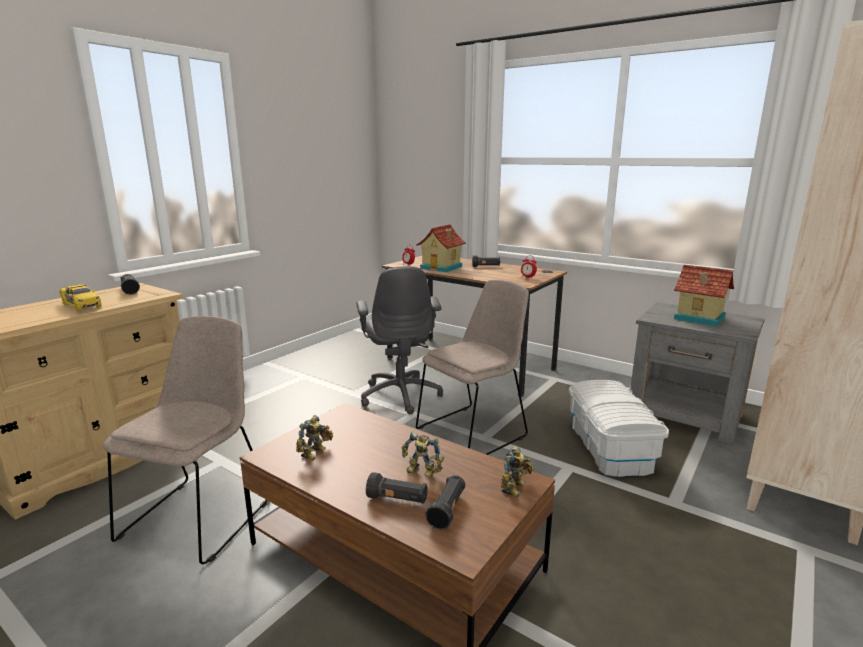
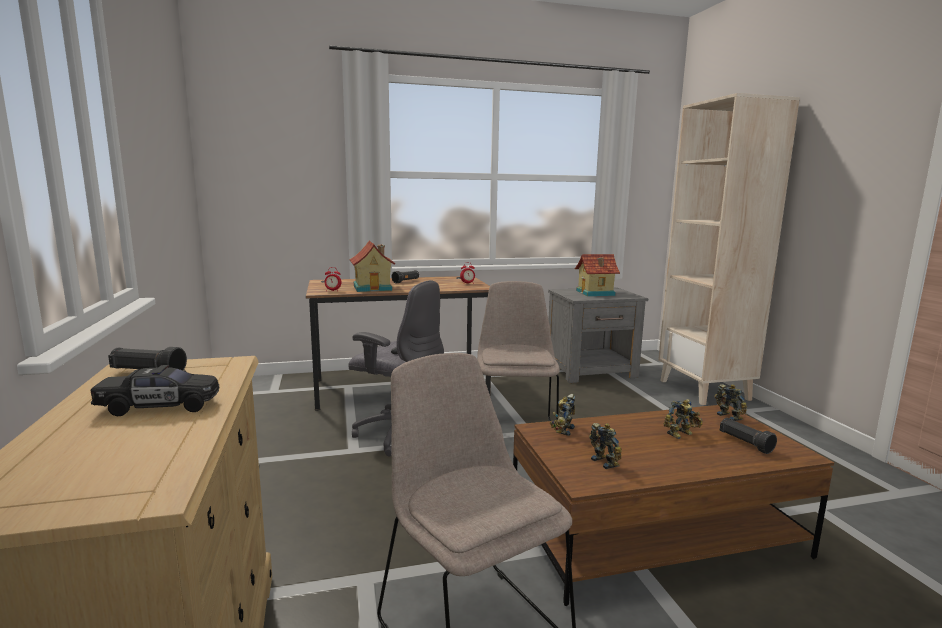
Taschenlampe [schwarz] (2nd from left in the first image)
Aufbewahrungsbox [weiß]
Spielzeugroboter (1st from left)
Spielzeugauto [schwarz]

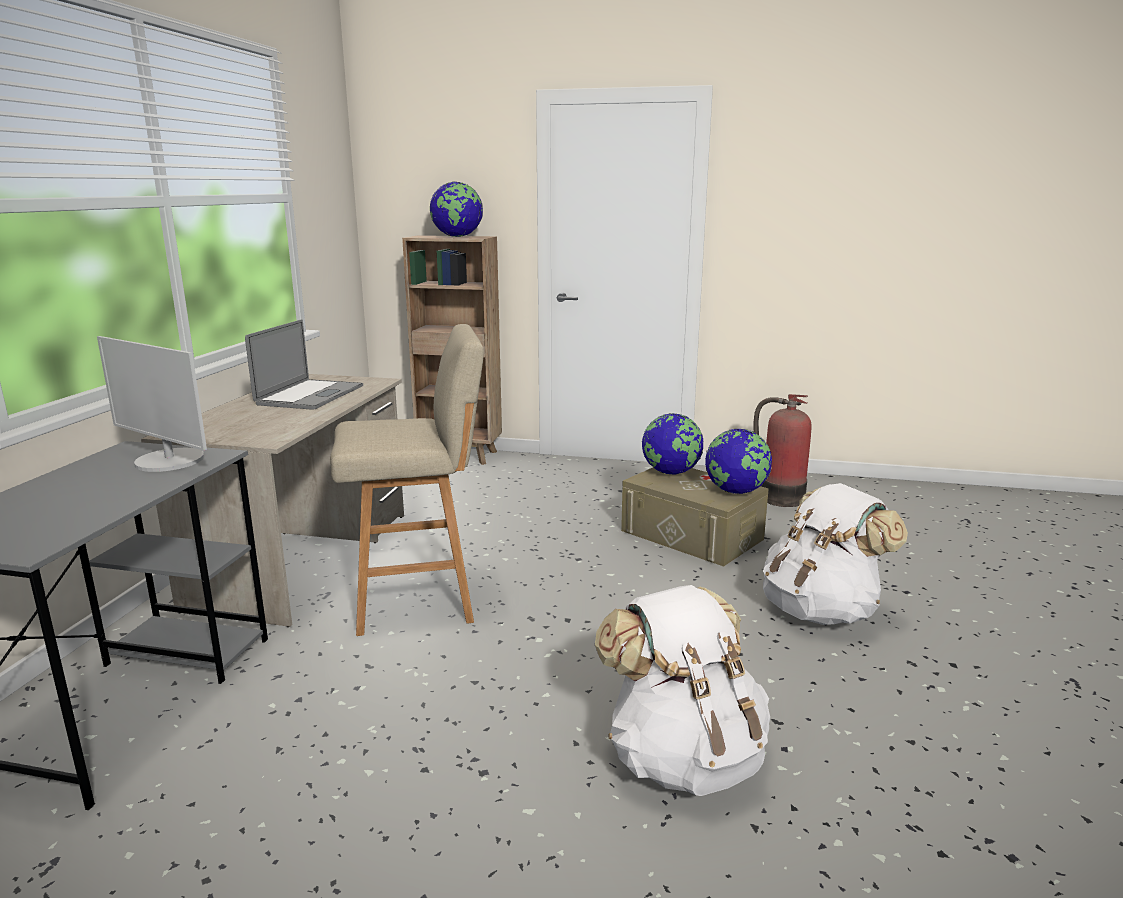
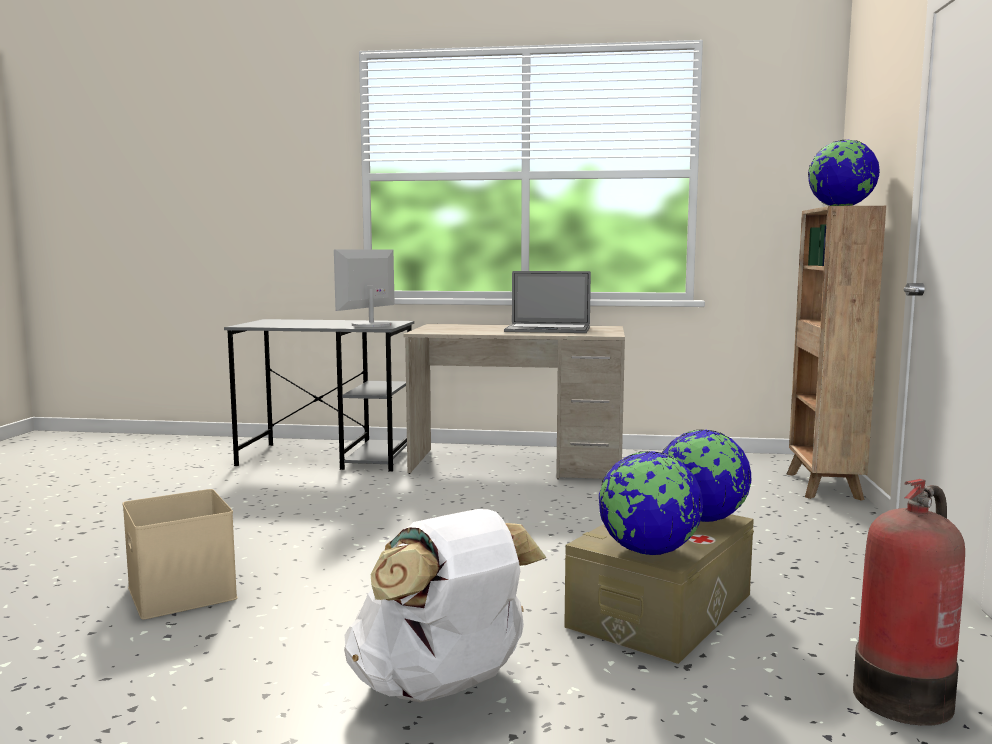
Hocker [beige]
Aufbewahrungsbox [beige] (1st from left)

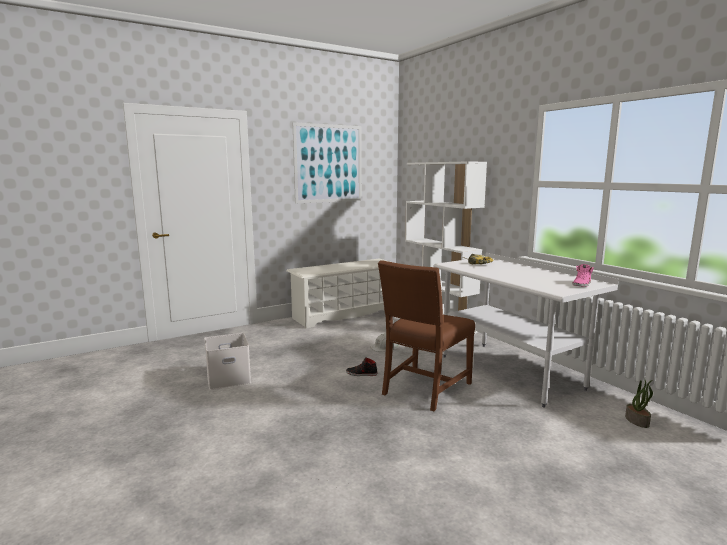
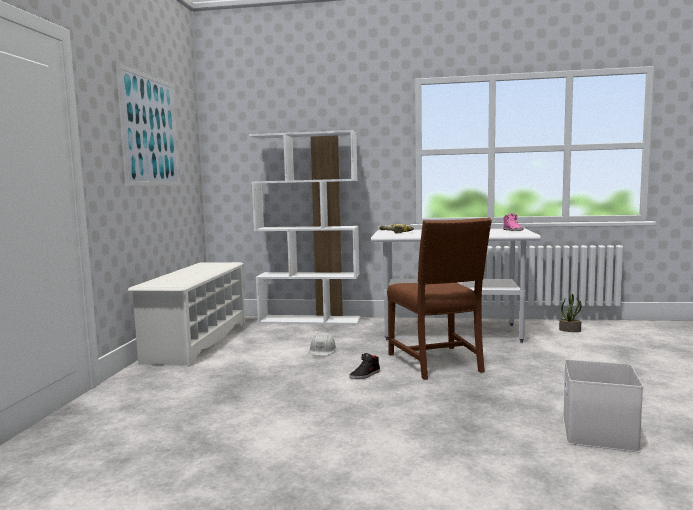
Aufbewahrungsbox [weiß]

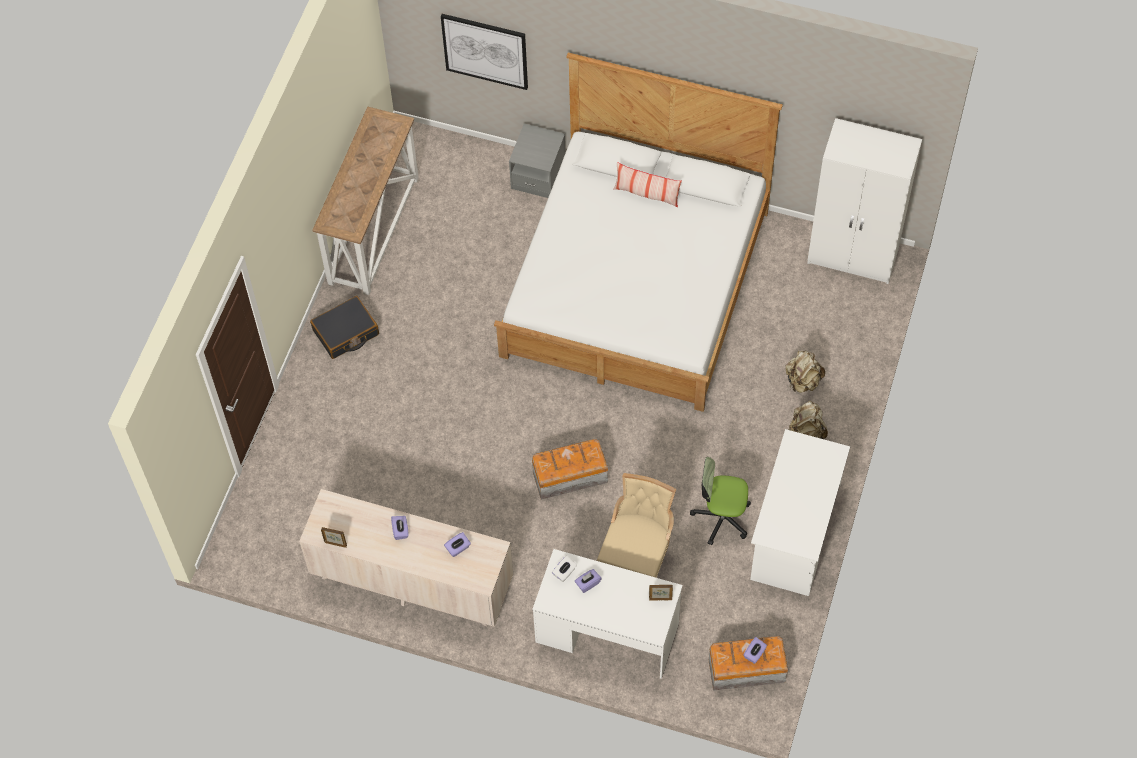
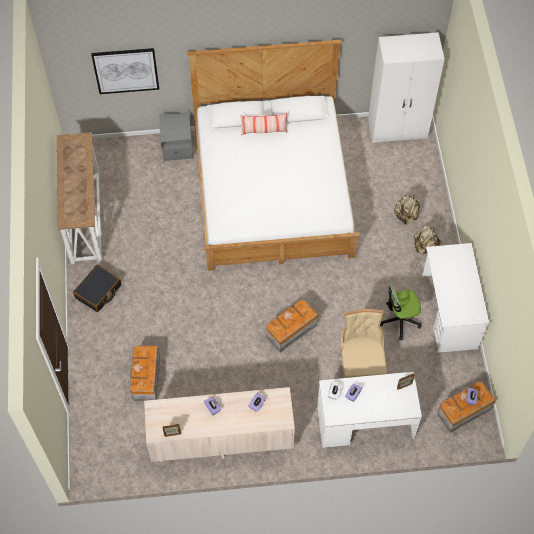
Aufbewahrungsbox (1st from left)

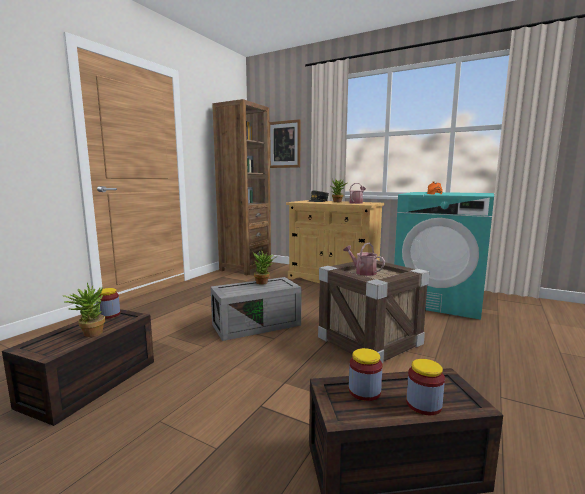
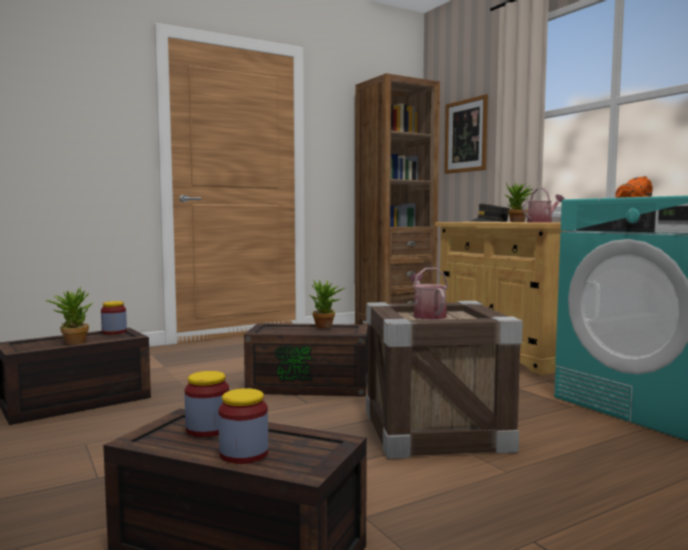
Aufbewahrungsbox [braun] (3rd from left)

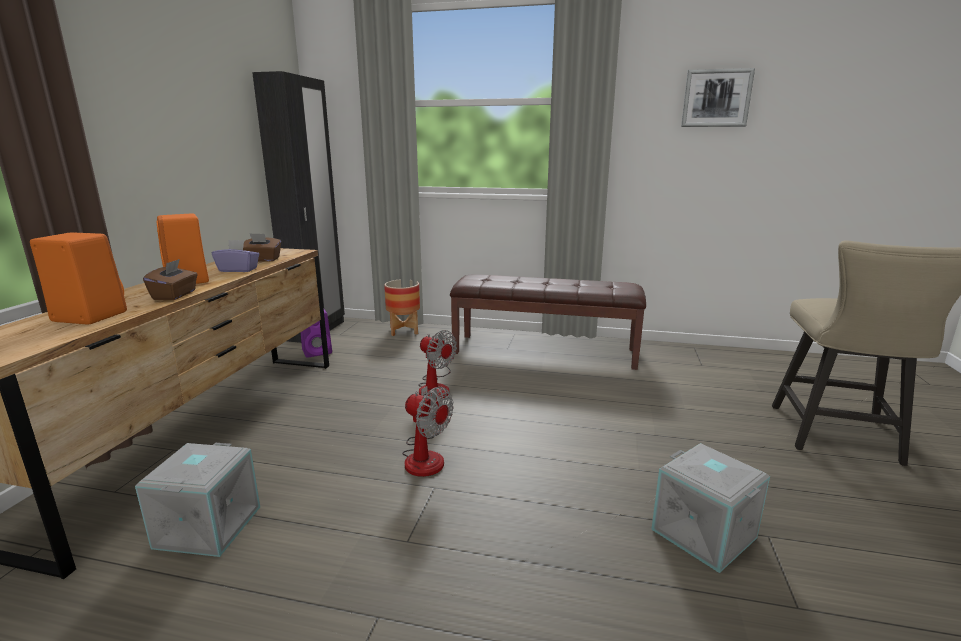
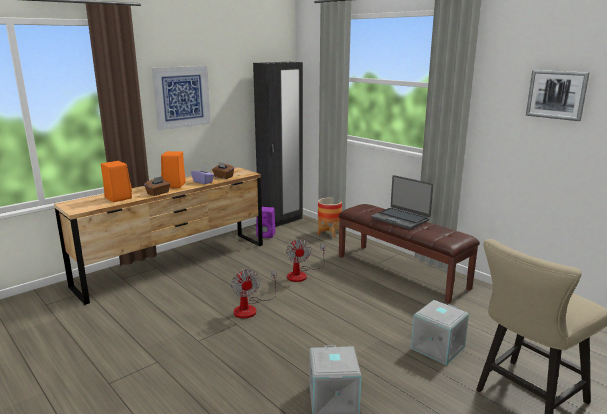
Bild (1st from left)
Laptop
Aufbewahrungsbox [grau] (2nd from left)

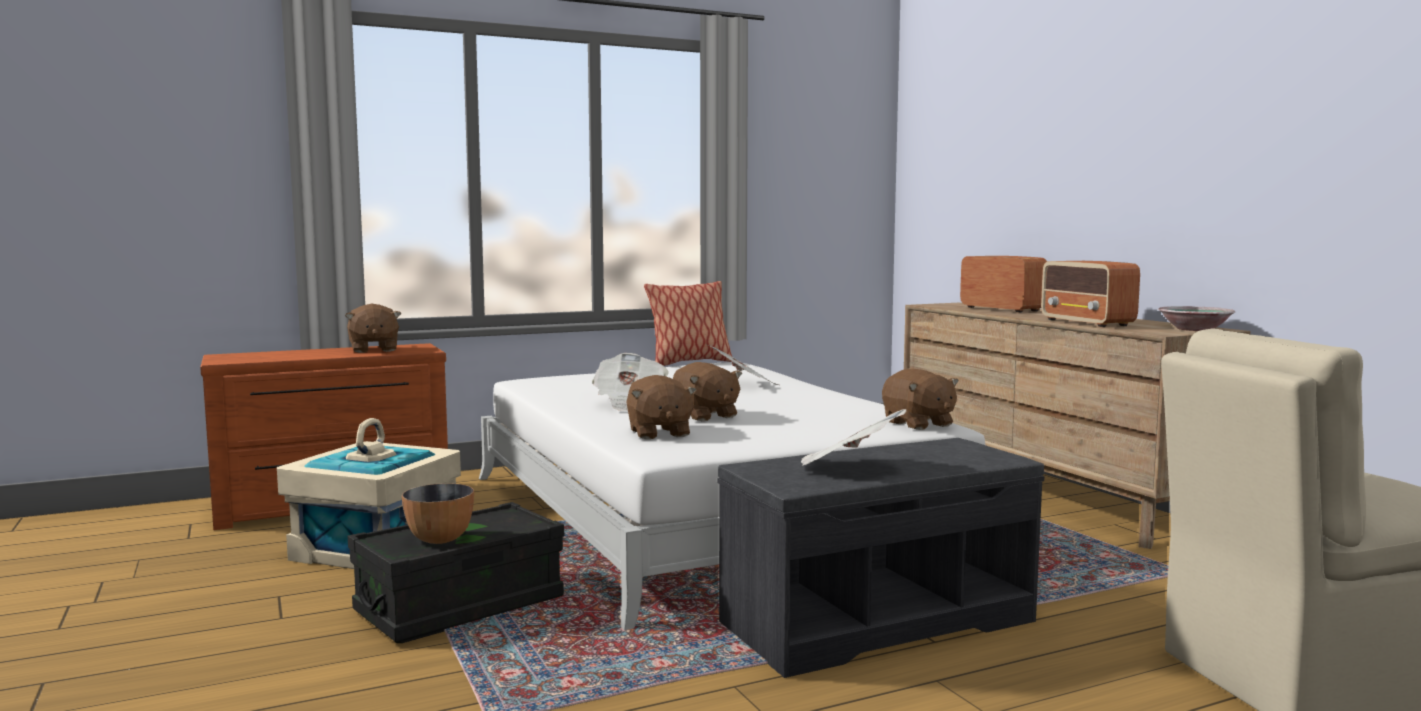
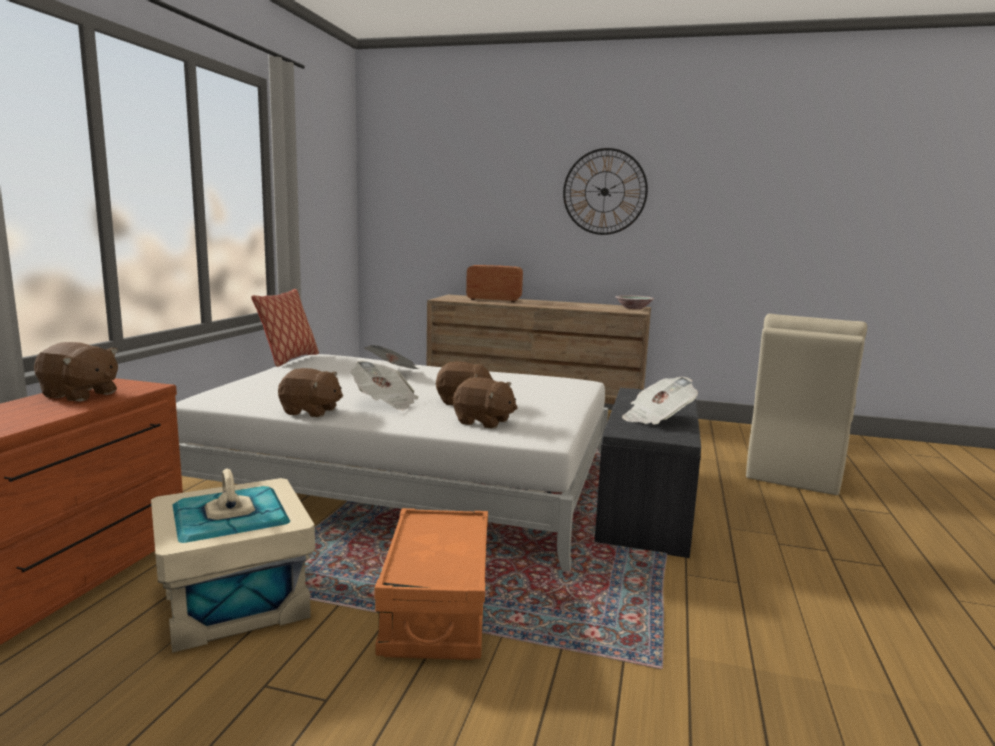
Schüssel (1st from left in the first image)
Radio (2nd from left in the first image)
Wanduhr
Plüschtier [braun] (2nd from left)
Aufbewahrungsbox [orange]

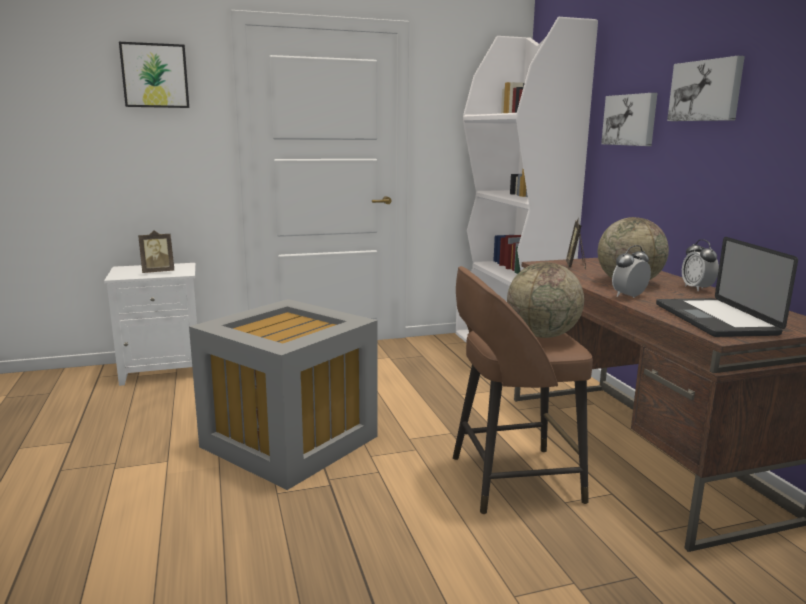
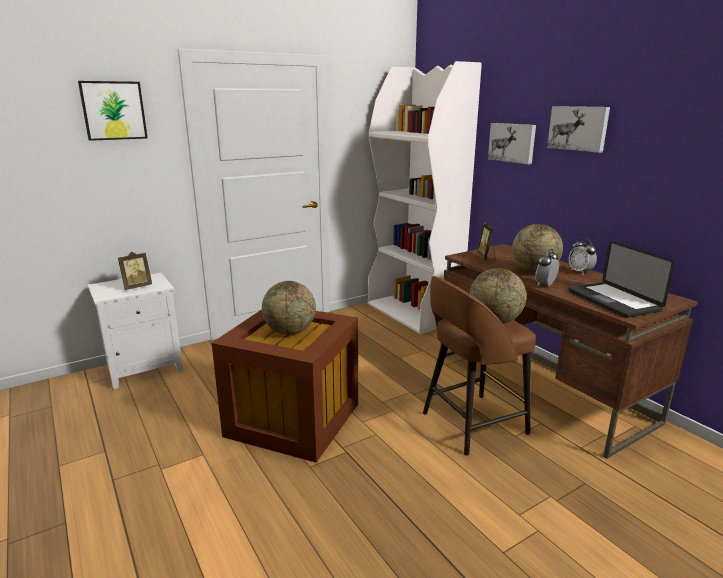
Globus (1st from left)
Aufbewahrungsbox [braun]

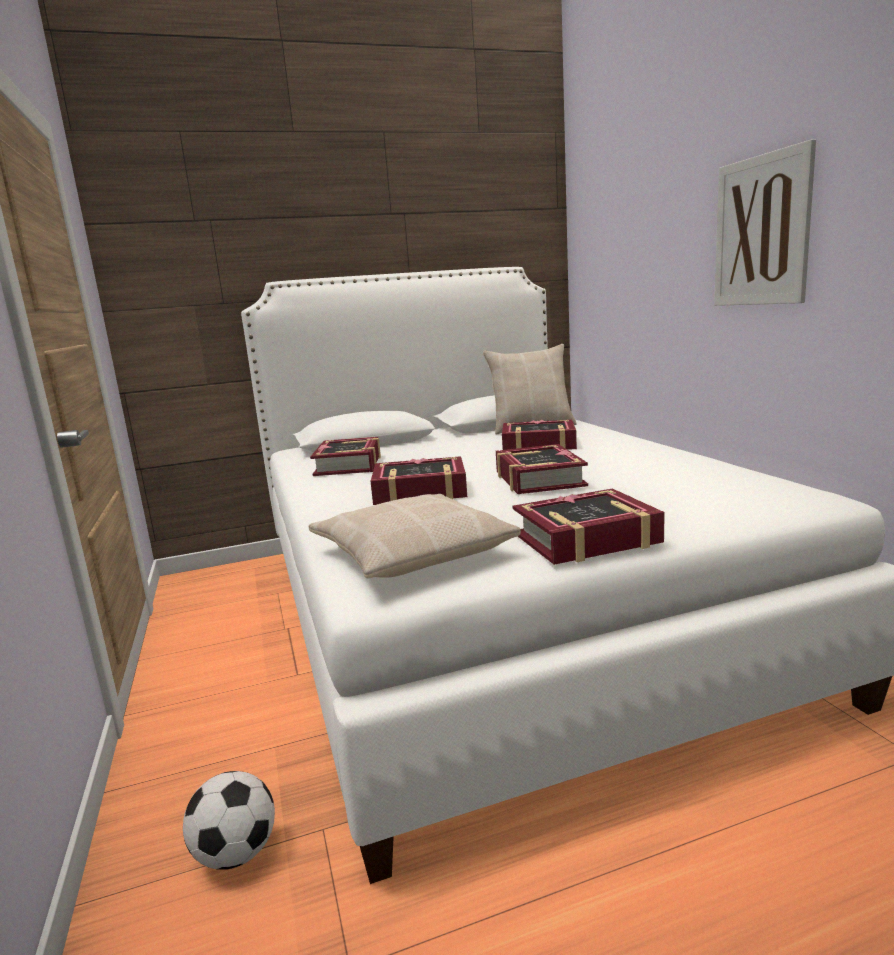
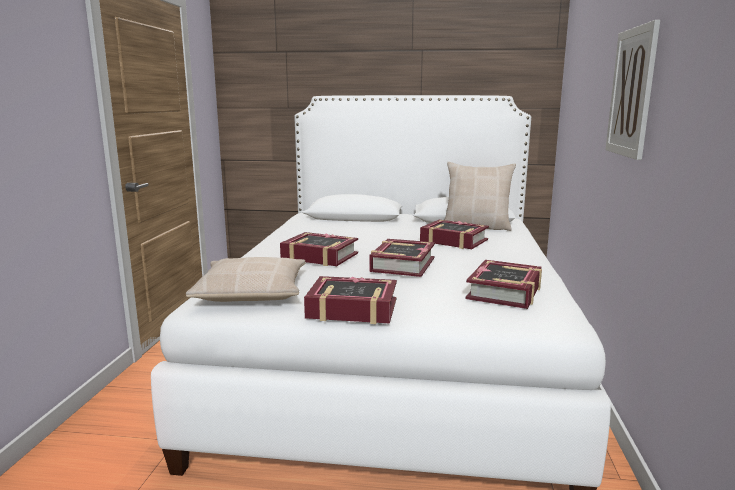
Fußball
Buch (5th from left)

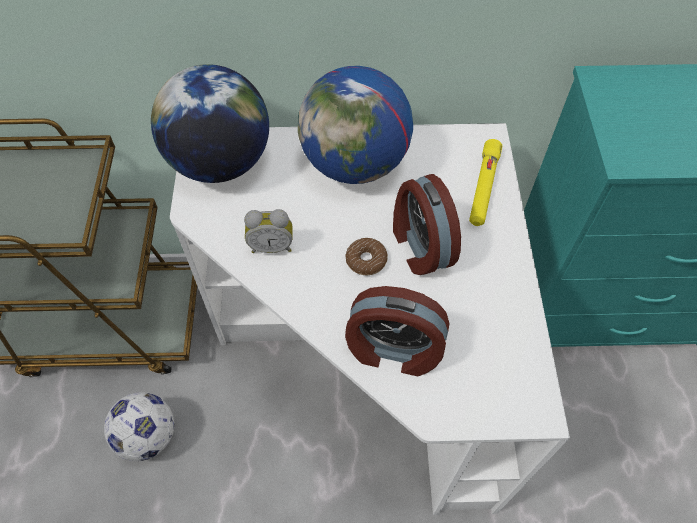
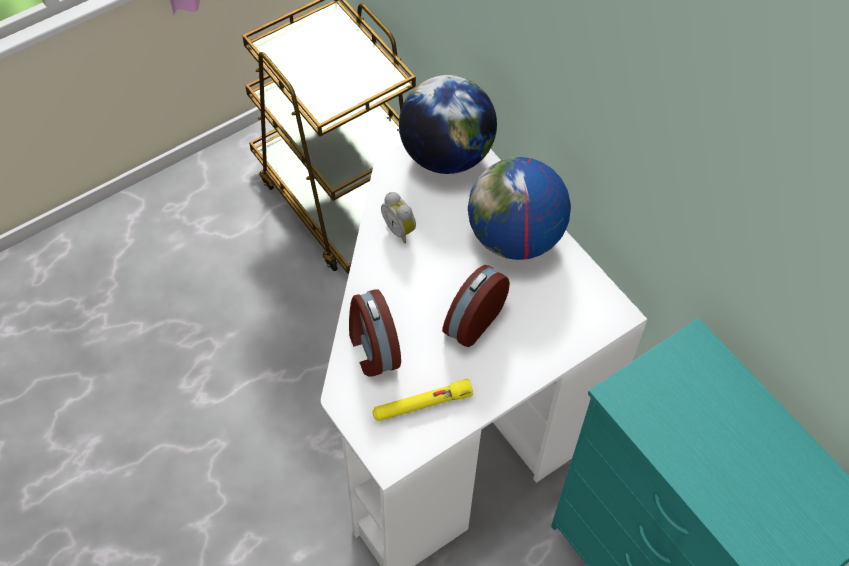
Fußball
Donut
Taschenlampe [gelb]

